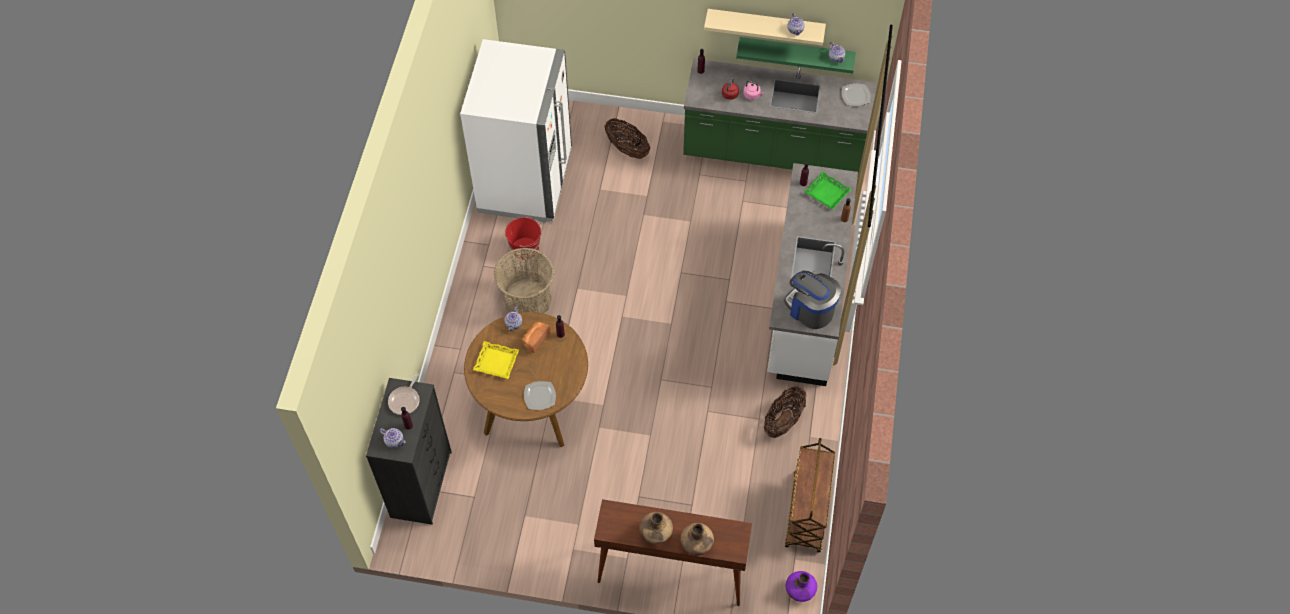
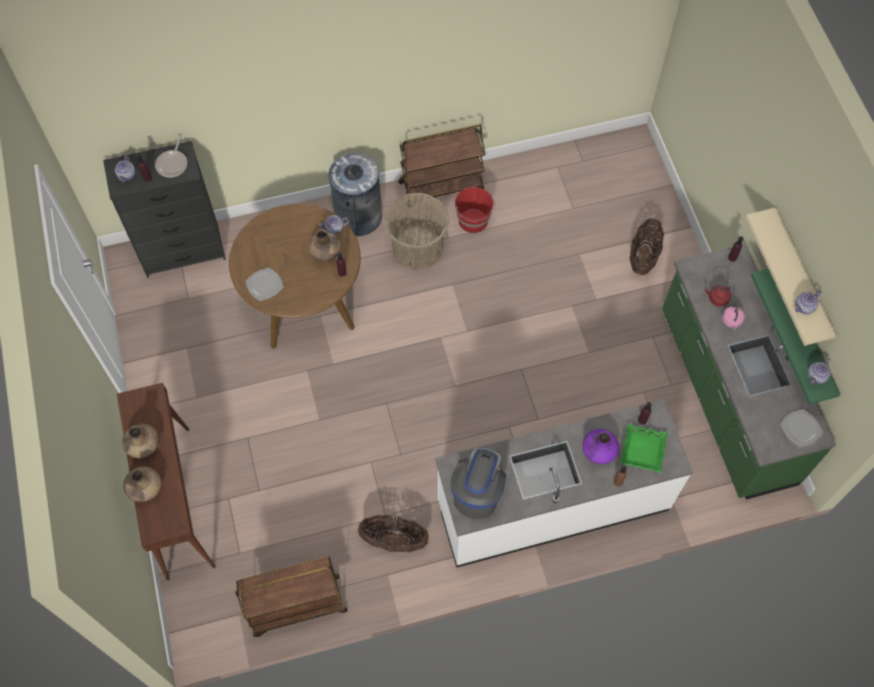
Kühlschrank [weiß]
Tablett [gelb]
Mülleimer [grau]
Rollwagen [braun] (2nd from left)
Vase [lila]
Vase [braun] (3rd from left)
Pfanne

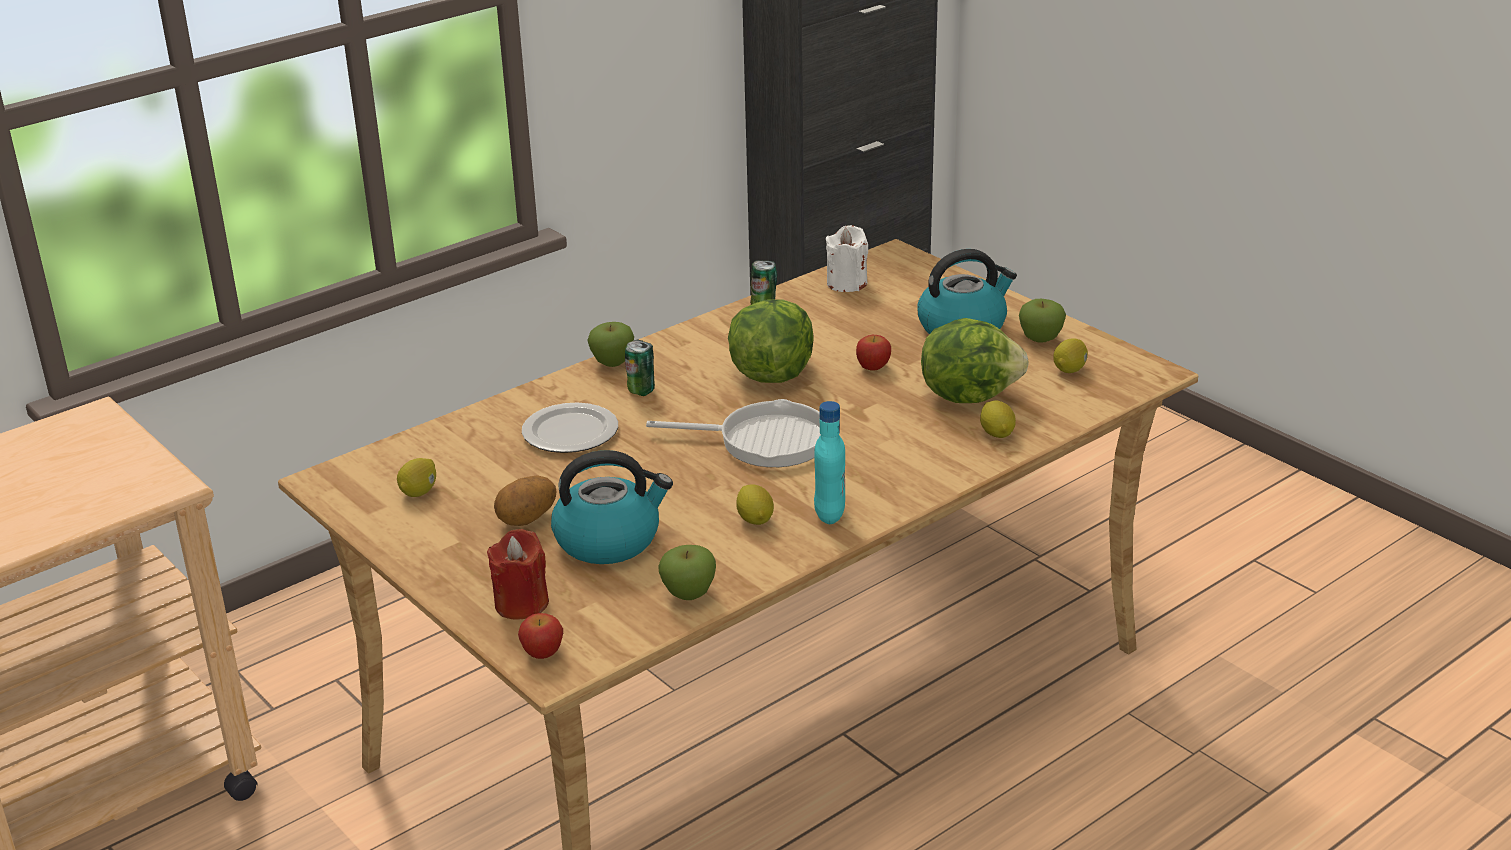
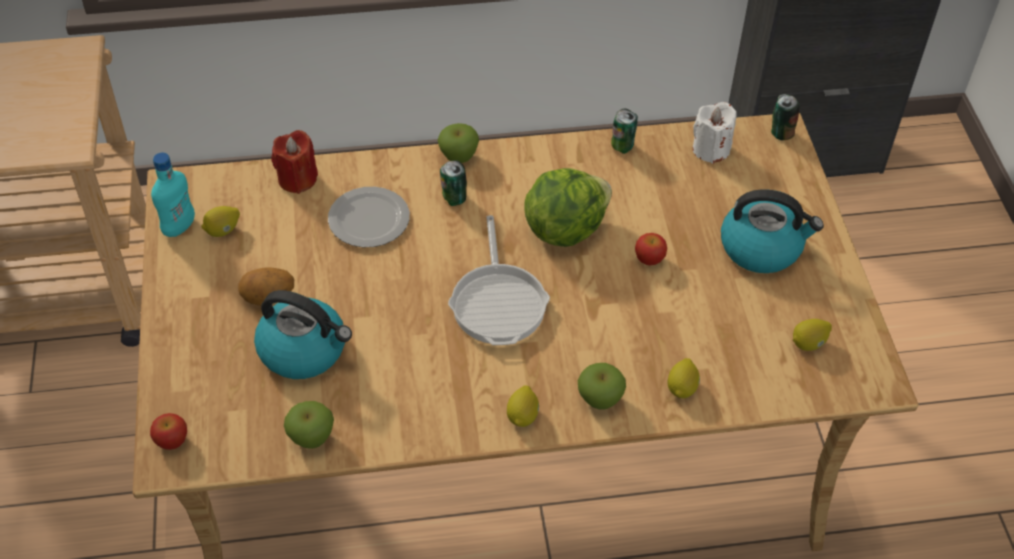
Salatkopf (2nd from left in the first image)
Dose (3rd from left)
Kerze [rot]
Zitrone (2nd from left)
Flasche [türkis]
Apfel (4th from left)
Pfanne

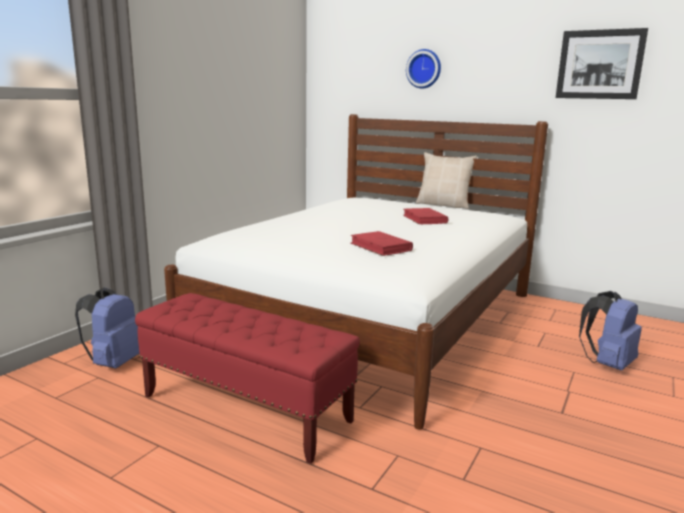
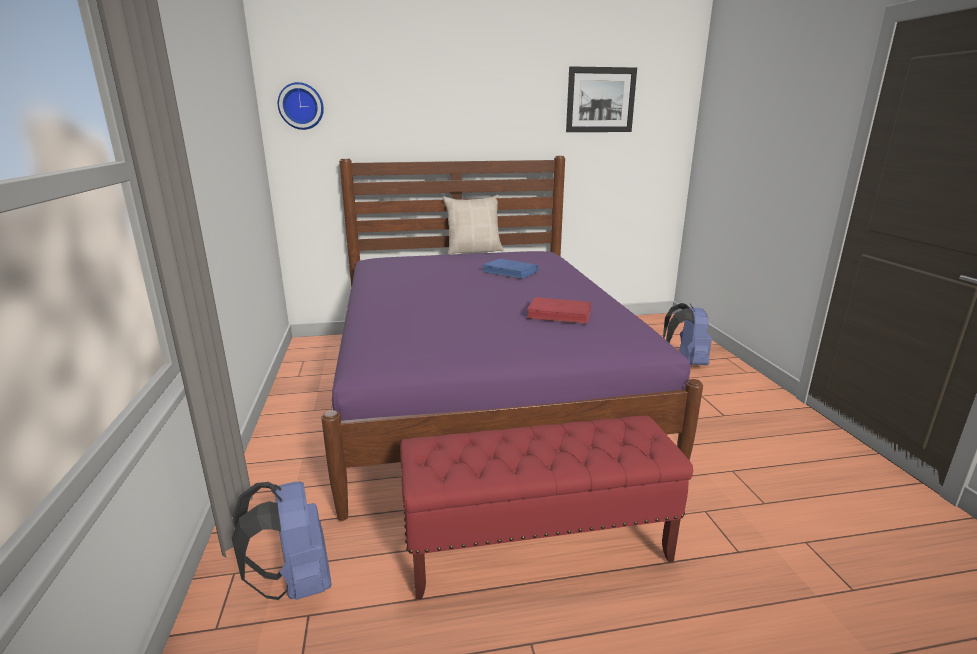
Wanduhr
Bett [lila]
Buch [blau]

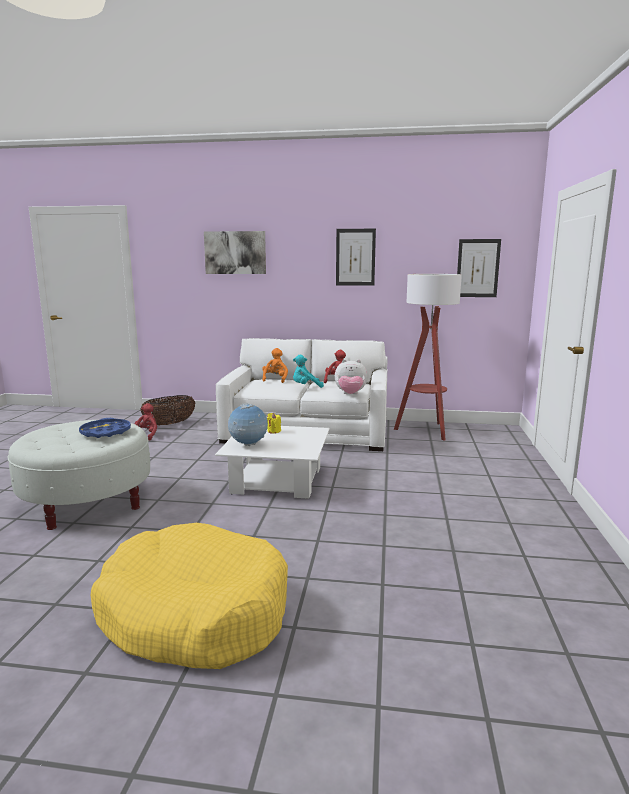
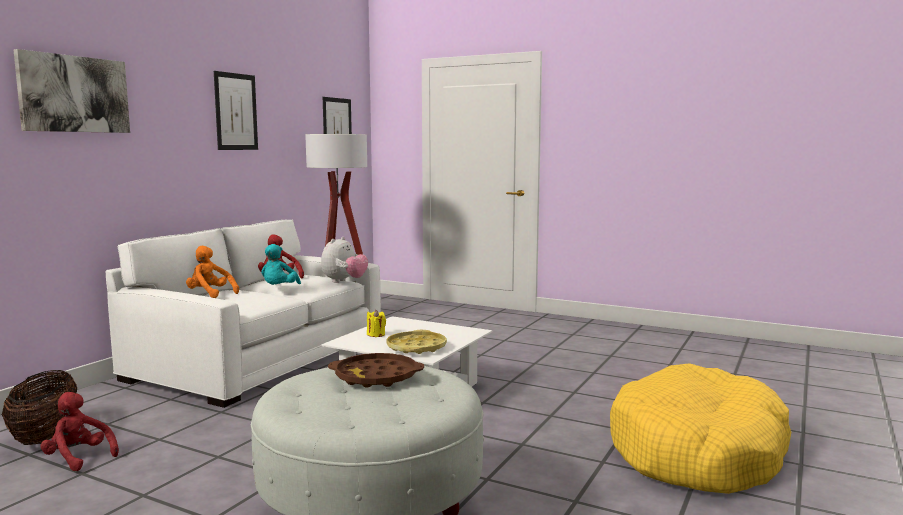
Tablett [gelb]
Tablett [braun]

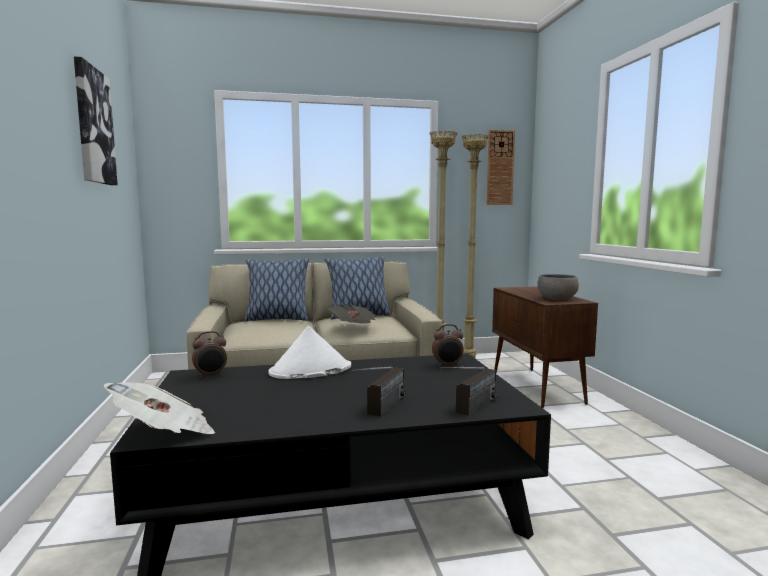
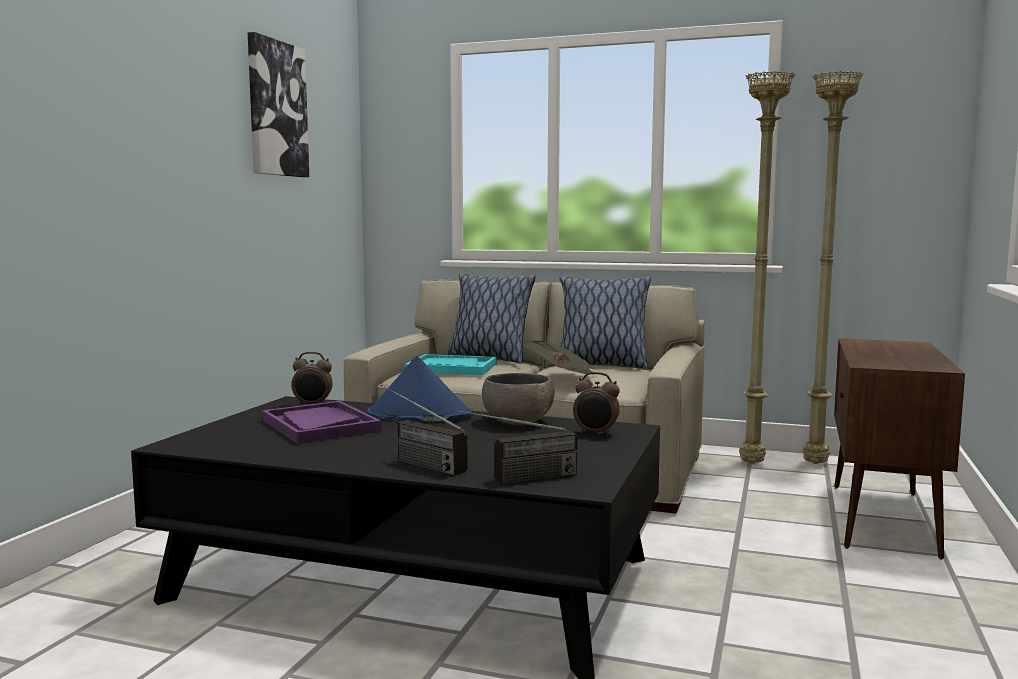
Zeitung (1st from left in the first image)
Wanduhr
Tablett [lila]
Tablett [türkis]
Schüssel [grau]
Hut [blau]
Radio (1st from left)

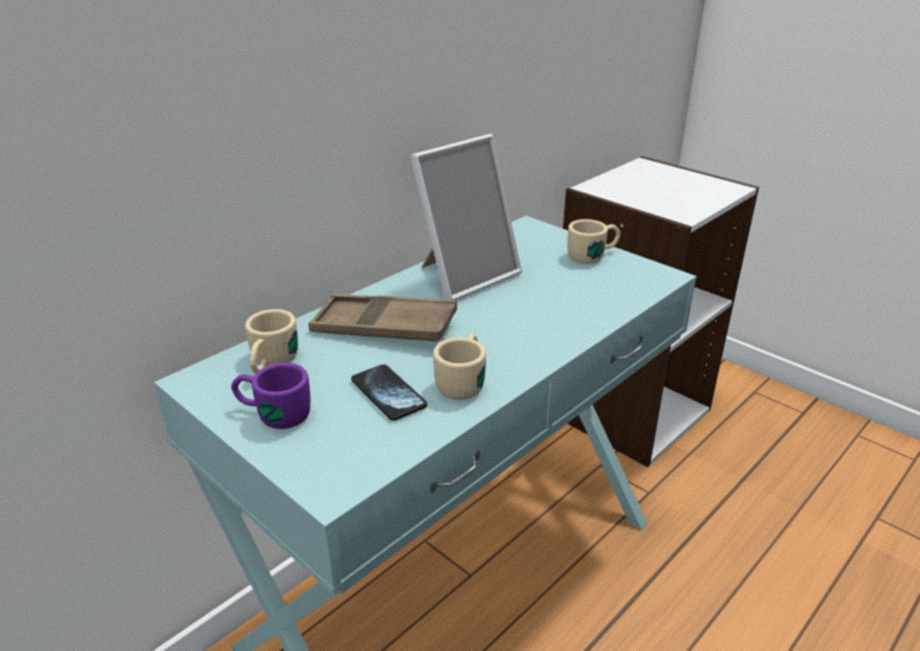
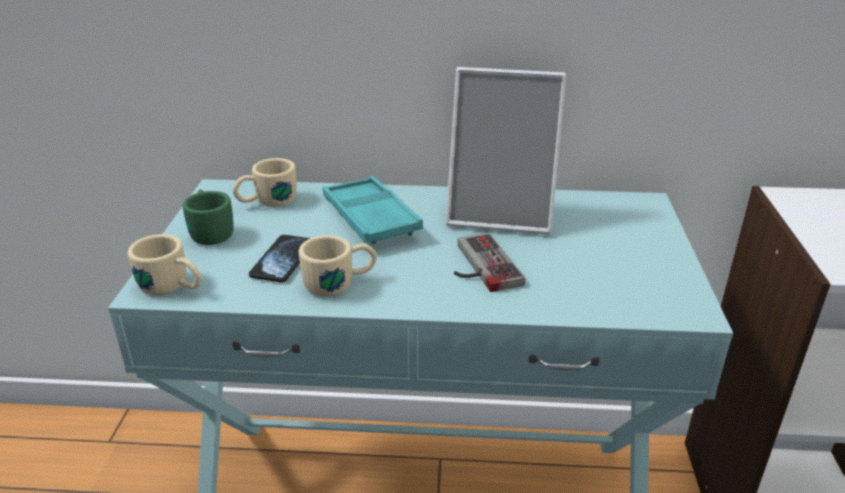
Gamepad
Henkelbecher [beige] (1st from left)
Henkelbecher [grün]
Tablett [türkis]

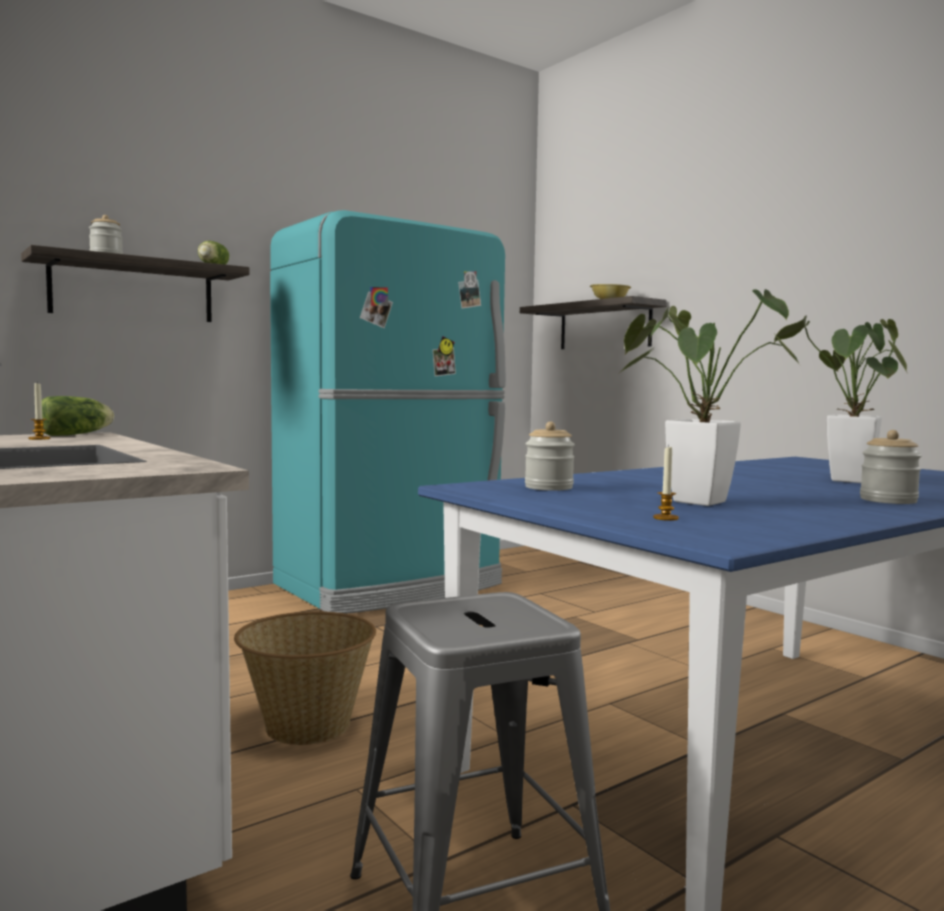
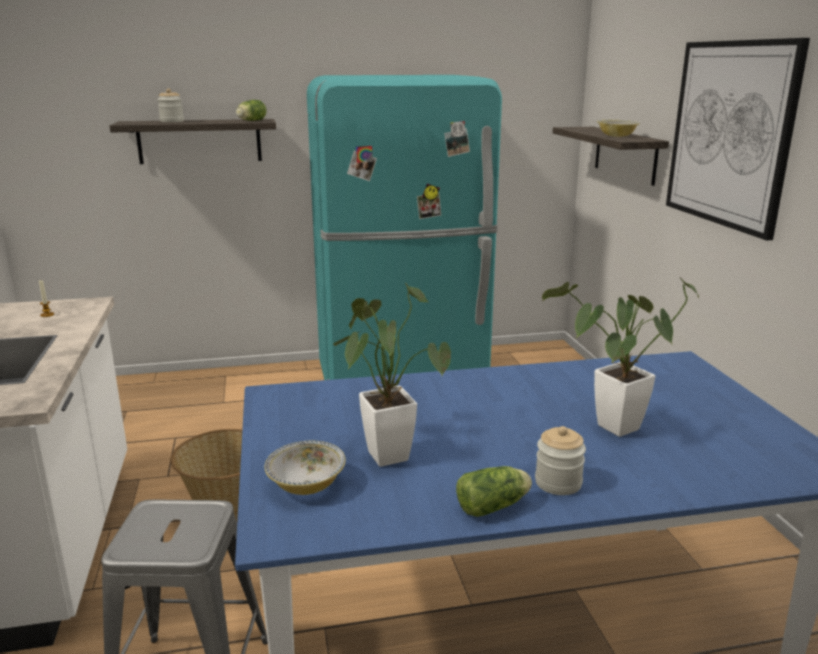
Vorratsglas (2nd from left in the first image)
Bild
Salatkopf (2nd from left)
Schüssel (1st from left)

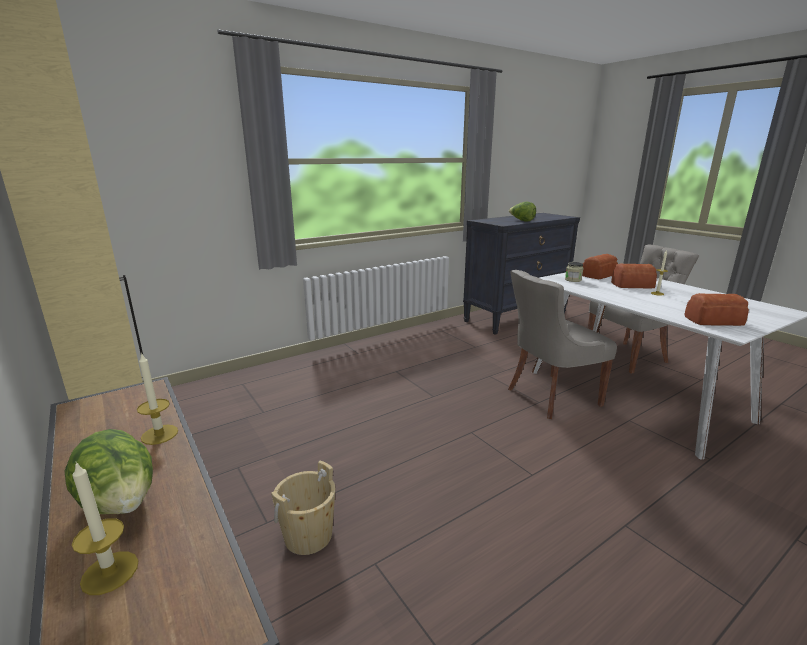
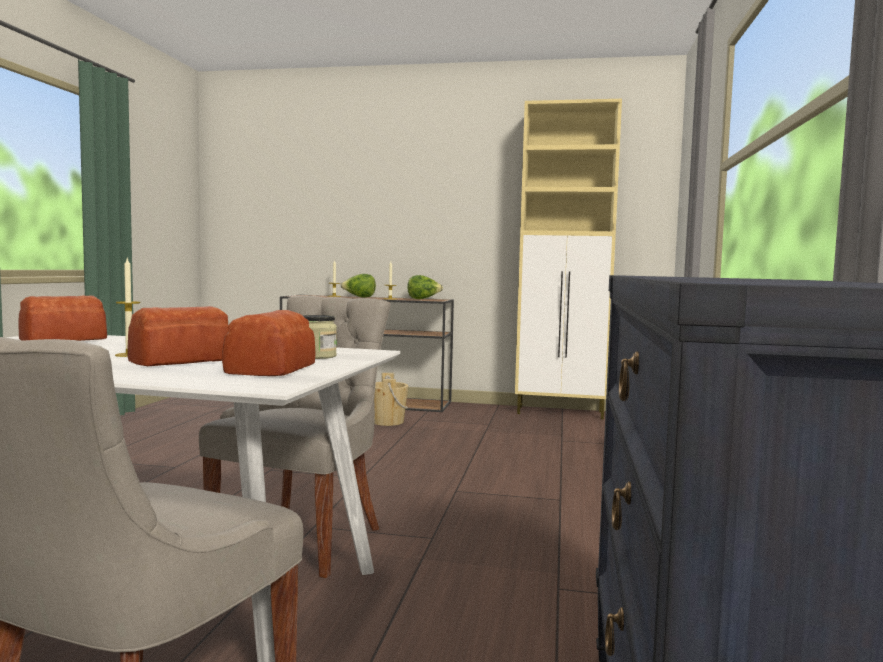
Salatkopf (2nd from left)

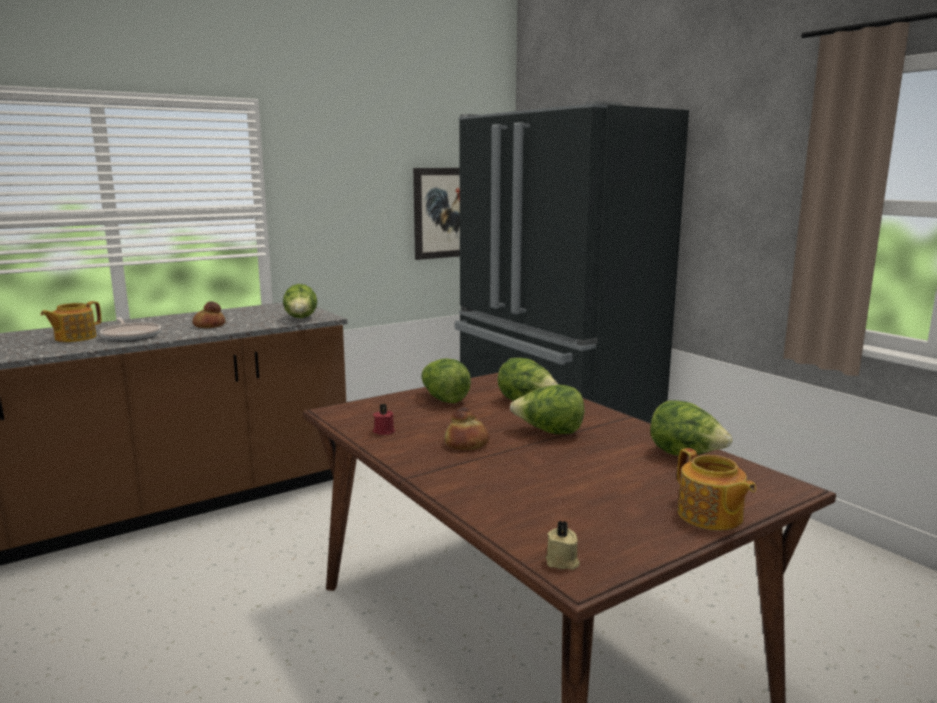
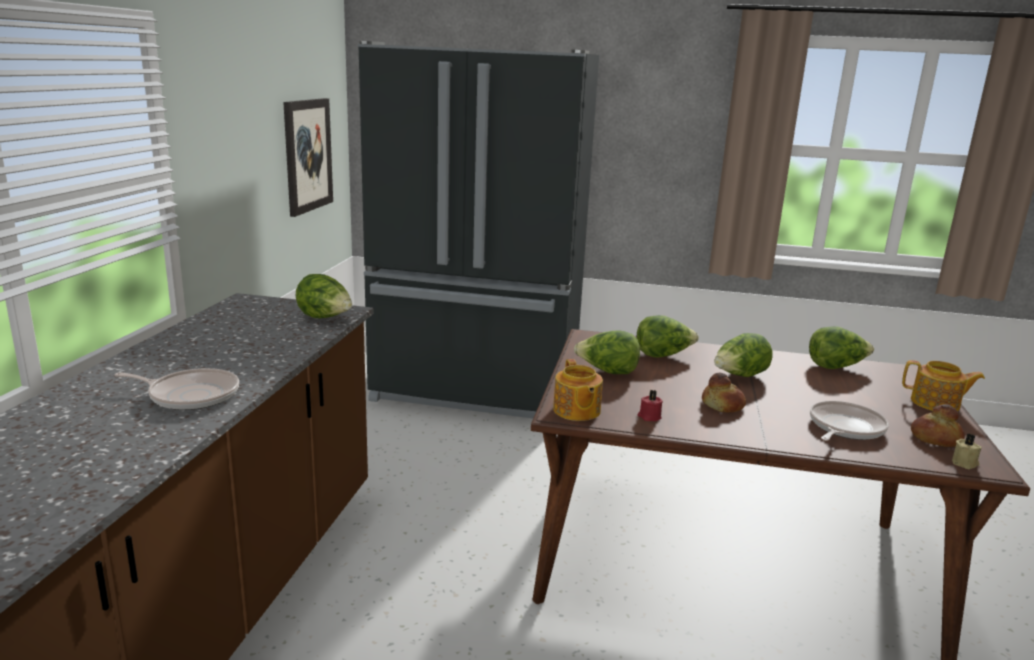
Pfanne (2nd from left)
Teekanne (1st from left)
Brot (2nd from left)

